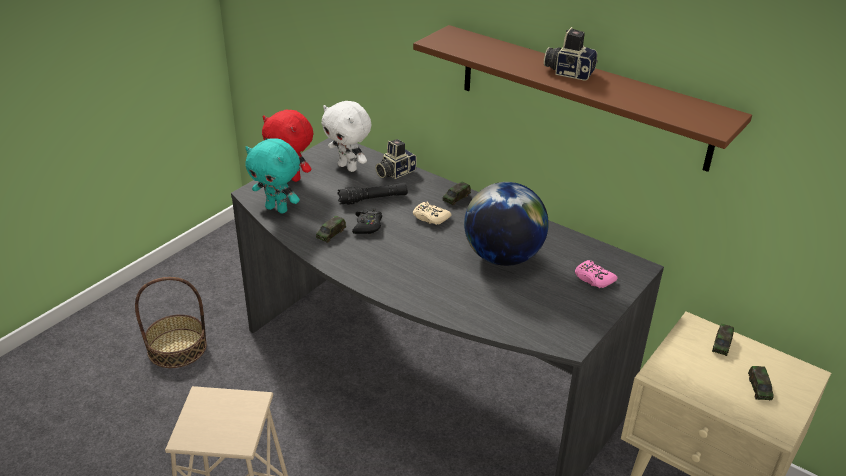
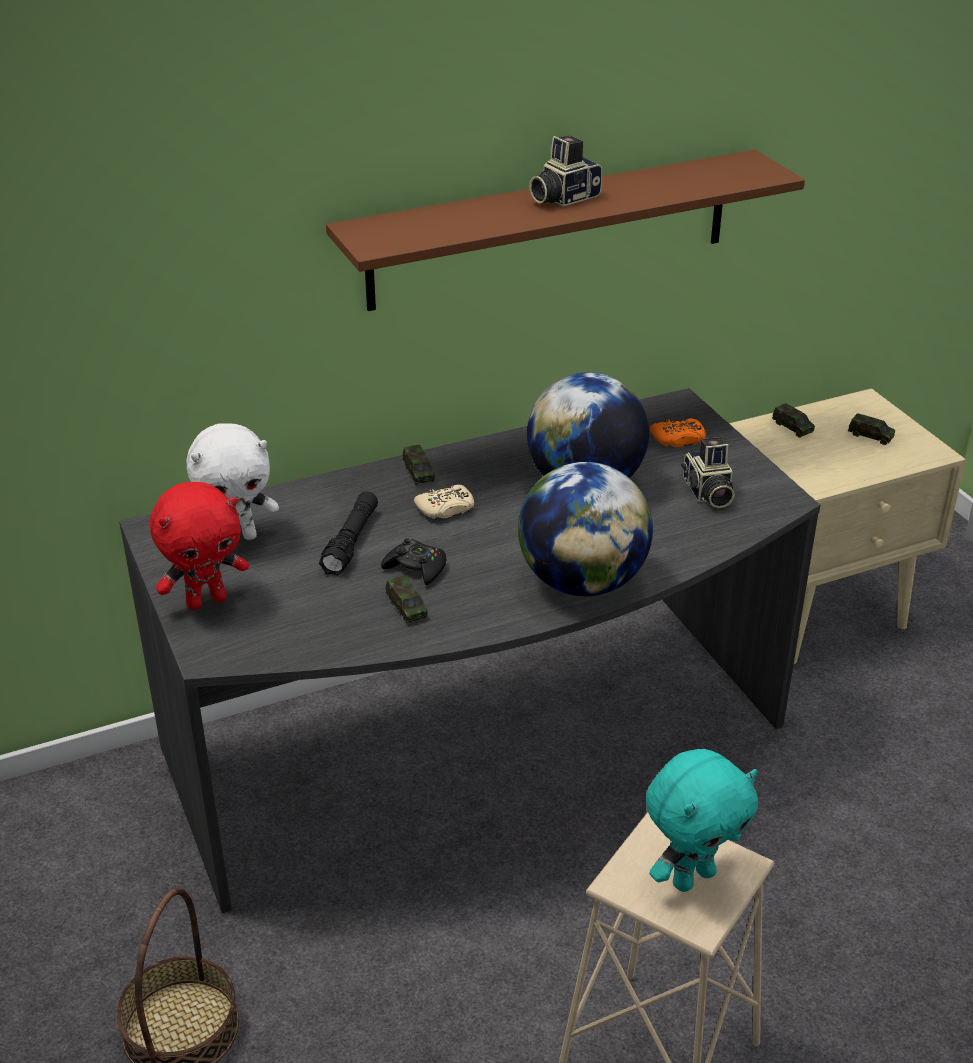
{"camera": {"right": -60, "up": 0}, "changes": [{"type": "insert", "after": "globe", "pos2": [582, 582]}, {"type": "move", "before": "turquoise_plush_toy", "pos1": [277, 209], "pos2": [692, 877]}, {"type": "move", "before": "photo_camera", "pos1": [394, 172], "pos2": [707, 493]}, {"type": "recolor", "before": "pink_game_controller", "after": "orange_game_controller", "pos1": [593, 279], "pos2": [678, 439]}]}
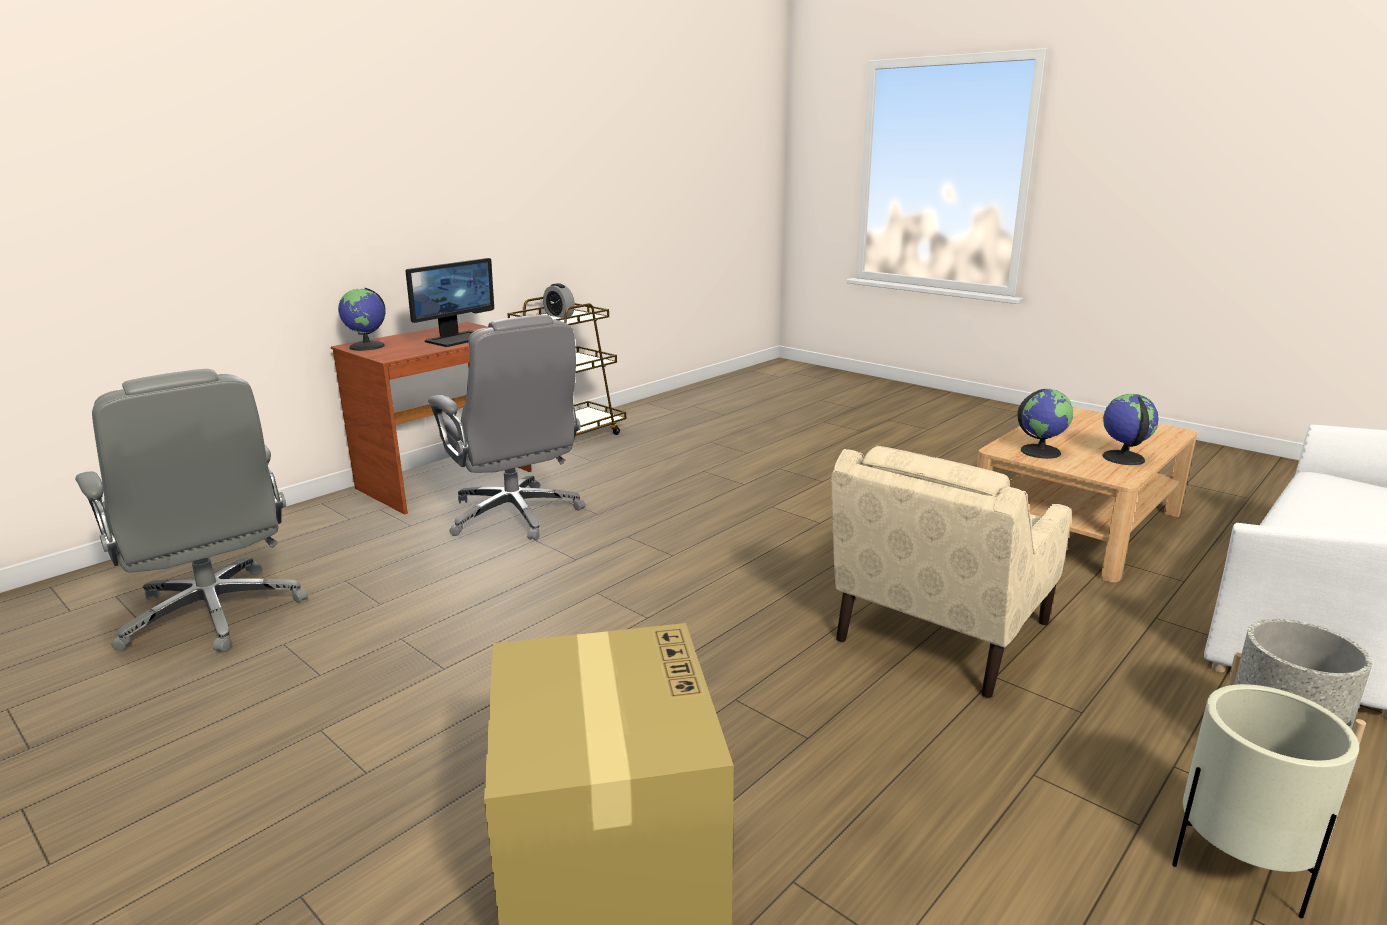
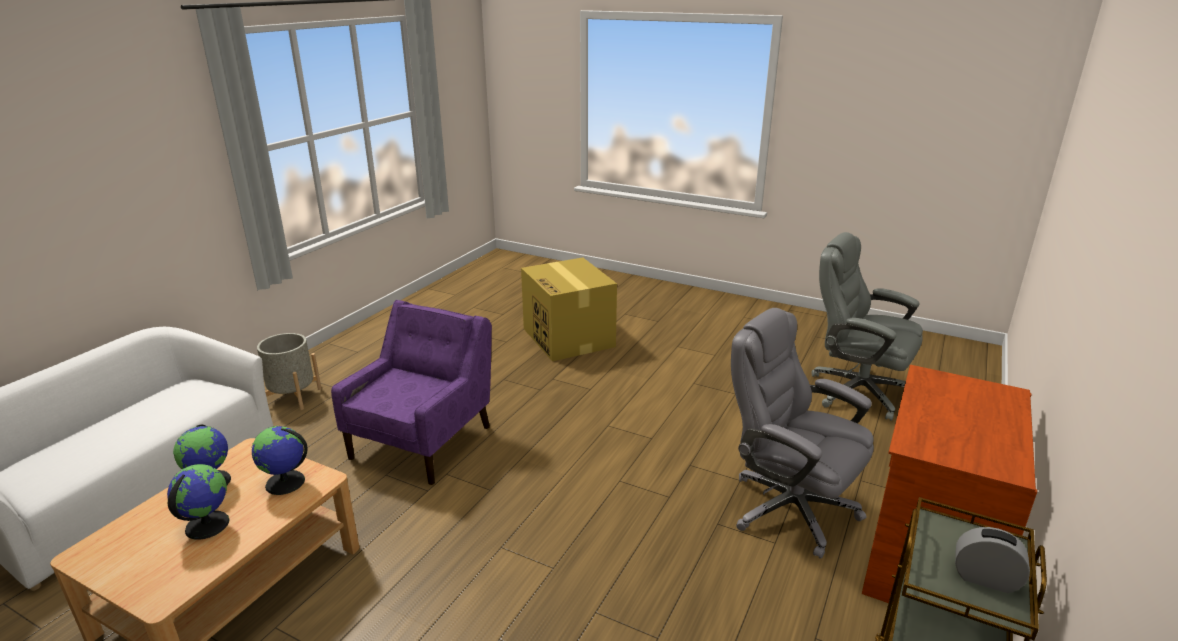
{"camera": {"right": 165, "up": 5}, "changes": [{"type": "delete", "before": "monitor", "pos1": [458, 339]}, {"type": "delete", "before": "beige_planter", "pos1": [1239, 870]}, {"type": "move", "before": "globe", "pos1": [367, 346], "pos2": [206, 525]}, {"type": "recolor", "before": "beige_armchair", "after": "purple_armchair", "pos1": [941, 632], "pos2": [423, 441]}]}
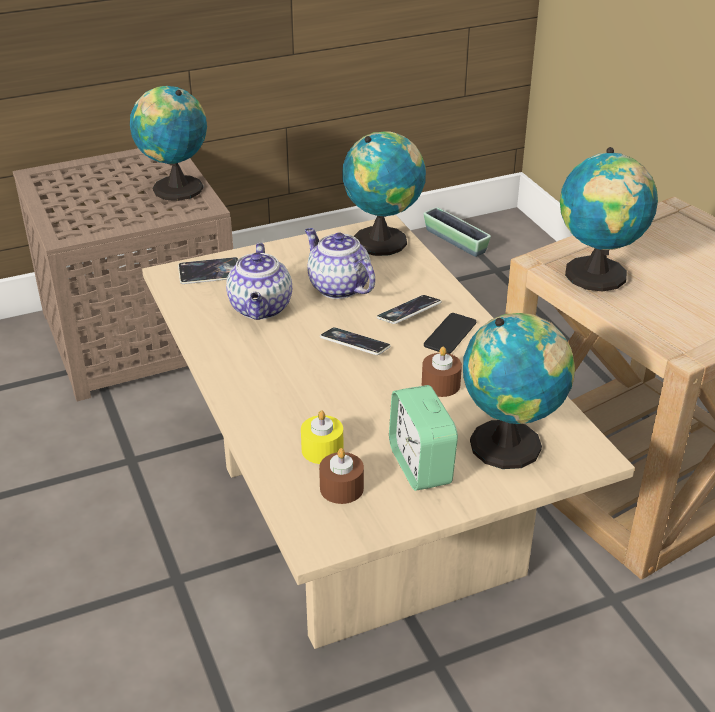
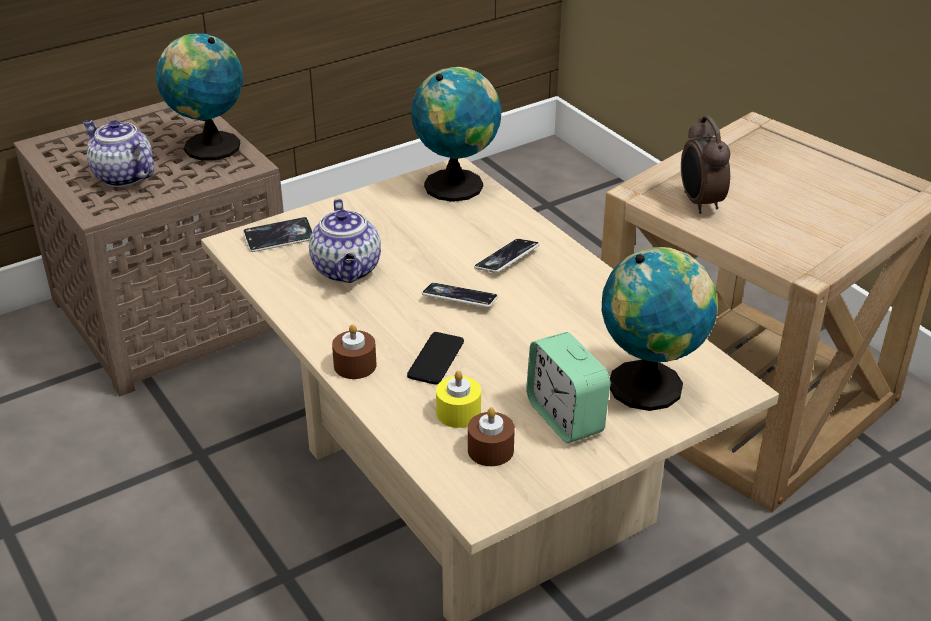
{"camera": {"right": -10, "up": 0}, "changes": [{"type": "delete", "before": "planter", "pos1": [455, 241]}, {"type": "move", "before": "teapot", "pos1": [337, 287], "pos2": [122, 176]}, {"type": "move", "before": "brown_candle", "pos1": [440, 384], "pos2": [355, 365]}, {"type": "move", "before": "phone", "pos1": [450, 334], "pos2": [436, 359]}, {"type": "replace", "before": "globe", "after": "alarm_clock", "pos1": [597, 277], "pos2": [699, 203]}]}
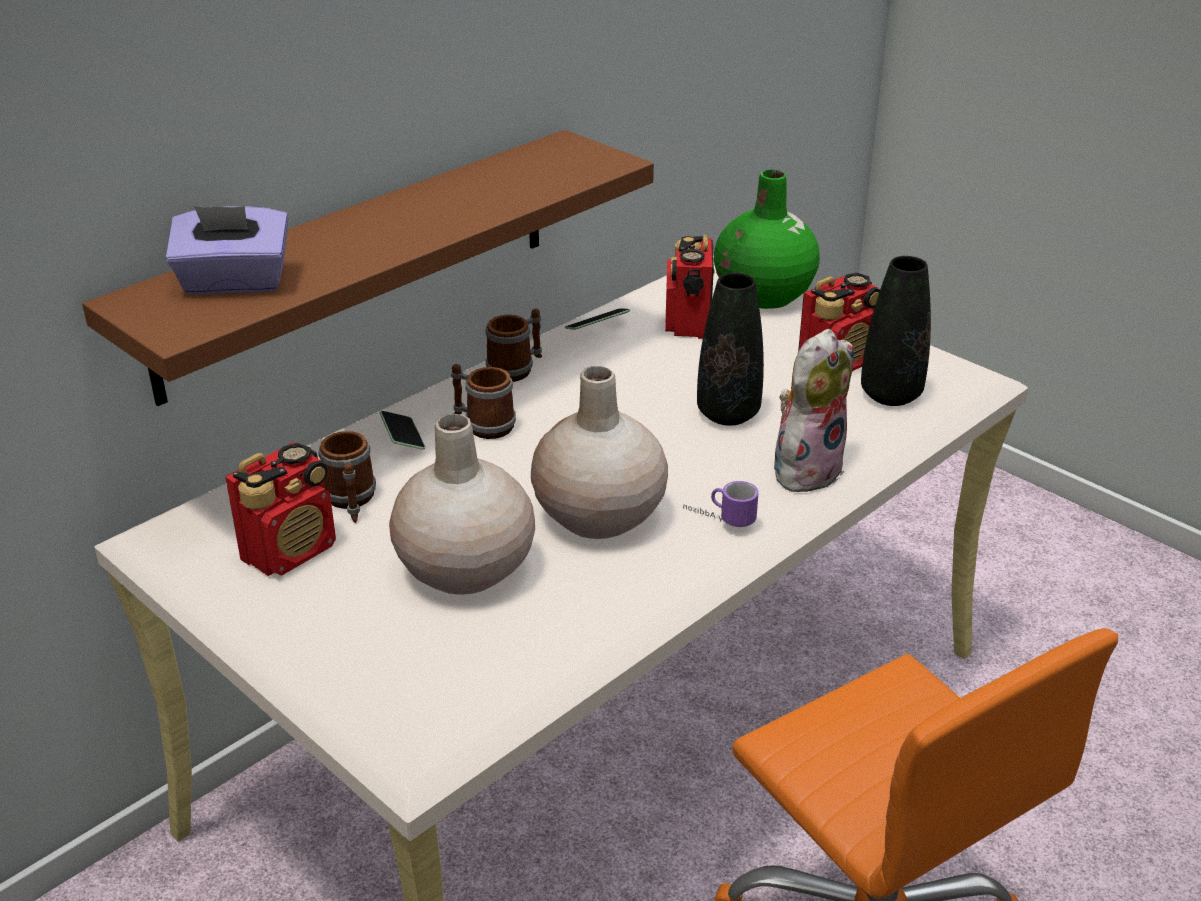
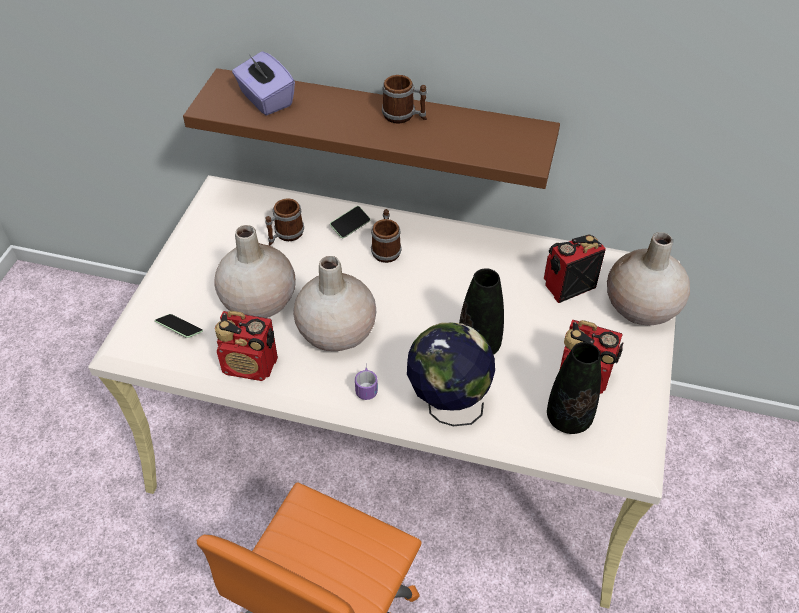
{"camera": {"right": 60, "up": 15}, "changes": [{"type": "move", "before": "radio", "pos1": [291, 551], "pos2": [251, 366]}, {"type": "move", "before": "mug", "pos1": [516, 368], "pos2": [404, 116]}, {"type": "move", "before": "phone", "pos1": [597, 327], "pos2": [180, 330]}, {"type": "replace", "before": "plush_toy", "after": "globe", "pos1": [806, 469], "pos2": [447, 405]}, {"type": "recolor", "before": "green_vase", "after": "beige_vase", "pos1": [764, 295], "pos2": [641, 307]}]}
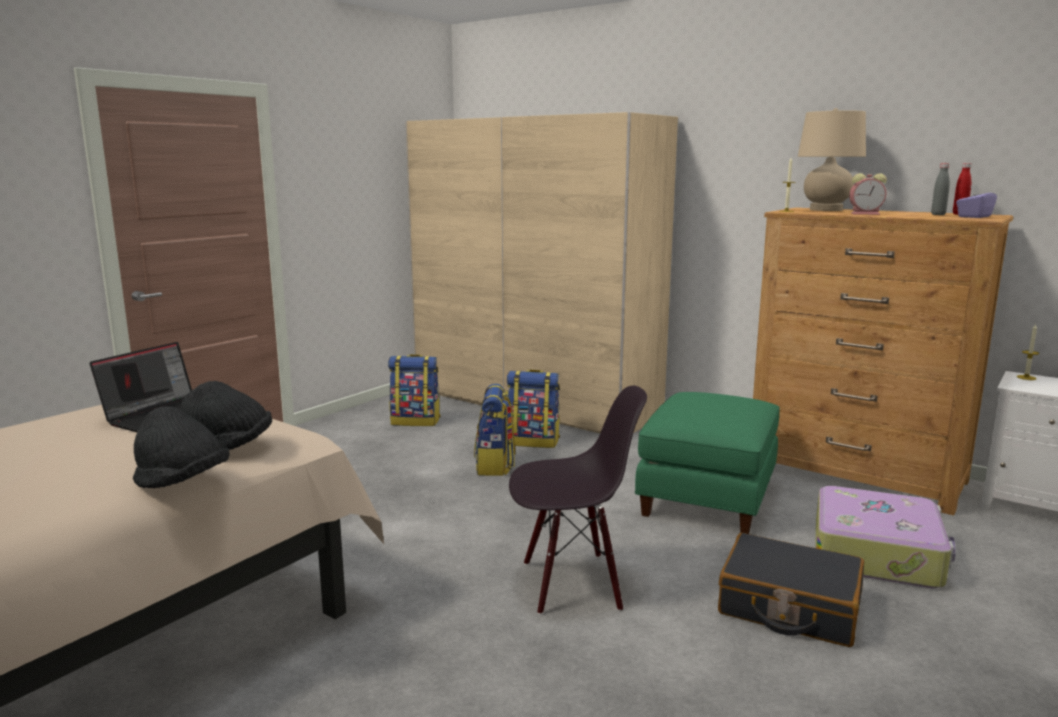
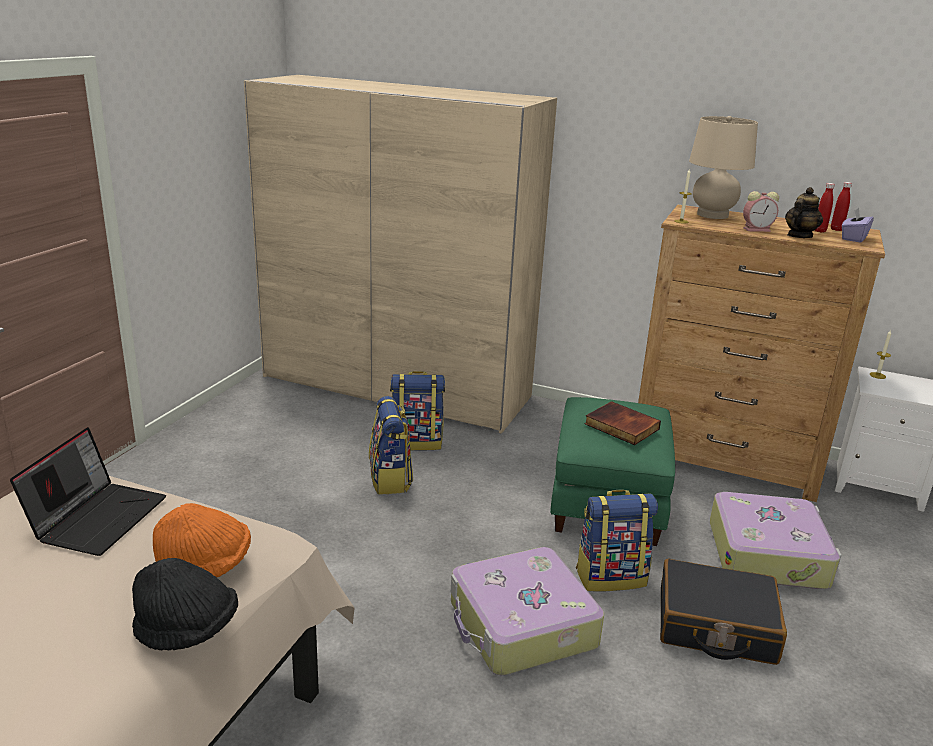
{"camera": {"right": -15, "up": 10}, "changes": [{"type": "insert", "after": "book", "pos2": [620, 427]}, {"type": "insert", "after": "teapot", "pos2": [799, 236]}, {"type": "move", "before": "backpack", "pos1": [416, 421], "pos2": [611, 576]}, {"type": "replace", "before": "black_chair", "after": "suitcase", "pos1": [572, 584], "pos2": [521, 626]}, {"type": "recolor", "before": "black_hat", "after": "orange_hat", "pos1": [229, 448], "pos2": [204, 568]}, {"type": "recolor", "before": "grey_bottle", "after": "red_bottle", "pos1": [938, 214], "pos2": [819, 231]}]}
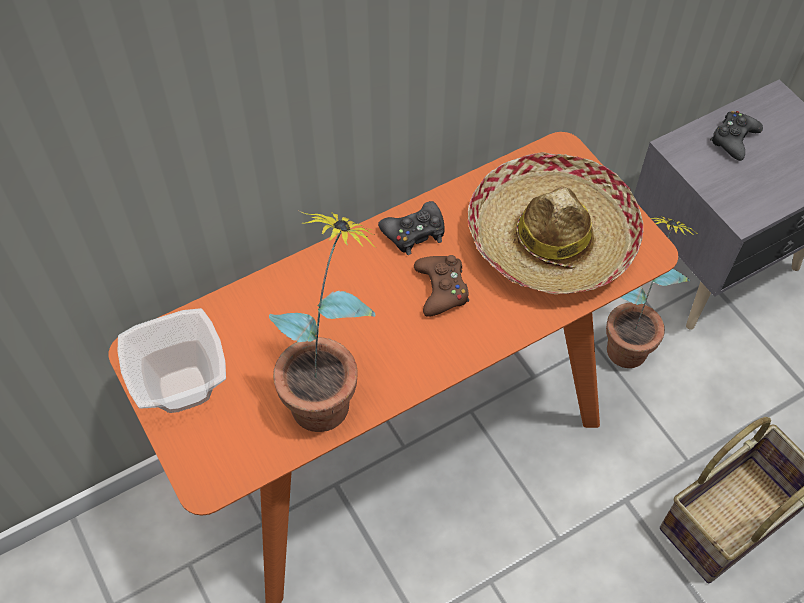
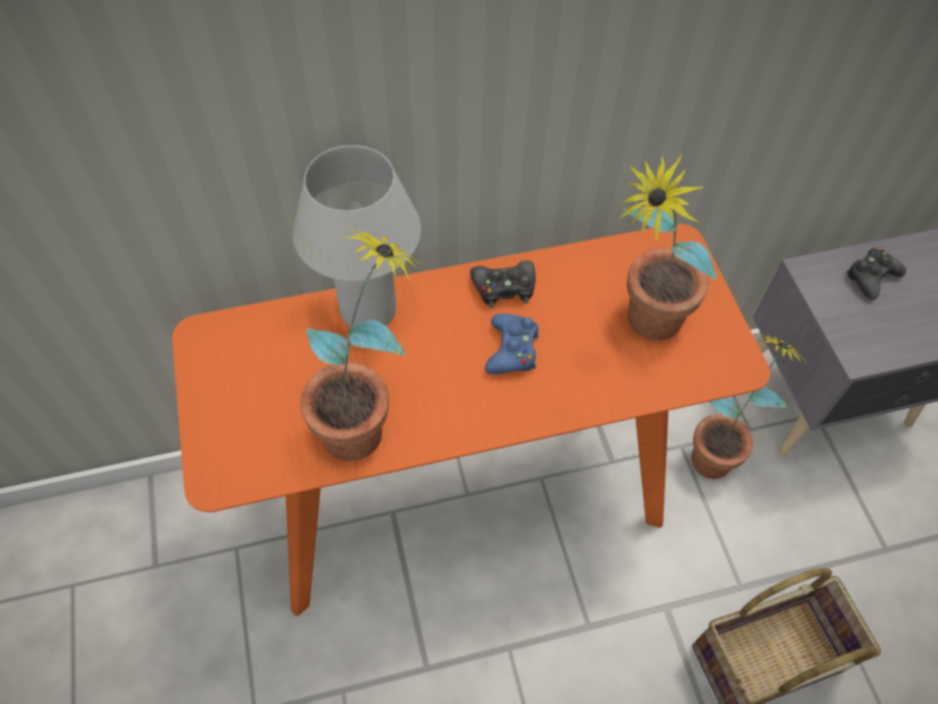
{"camera": {"right": 15, "up": 0}, "changes": [{"type": "delete", "before": "bowl", "pos1": [181, 388]}, {"type": "insert", "after": "white_table_lamp", "pos2": [368, 310]}, {"type": "replace", "before": "hat", "after": "potted_plant", "pos1": [551, 237], "pos2": [641, 326]}, {"type": "recolor", "before": "brown_game_controller", "after": "blue_game_controller", "pos1": [441, 289], "pos2": [512, 350]}]}
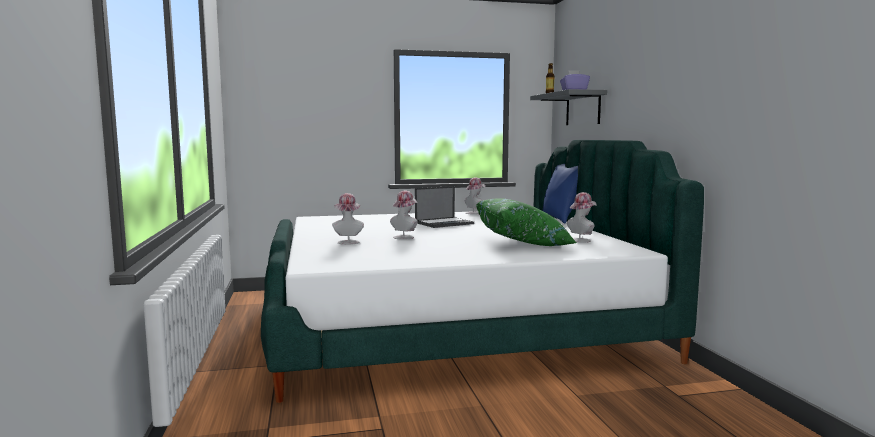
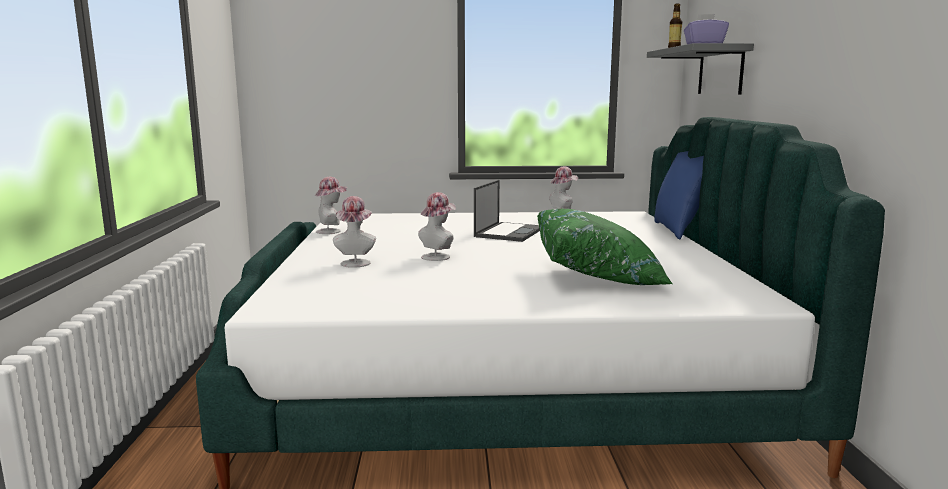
{"camera": {"right": 10, "up": 5}, "changes": [{"type": "move", "before": "hat", "pos1": [581, 240], "pos2": [331, 231]}, {"type": "rotate", "before": "laptop", "pos1": [444, 223], "pos2": [509, 232], "turn": -45}]}
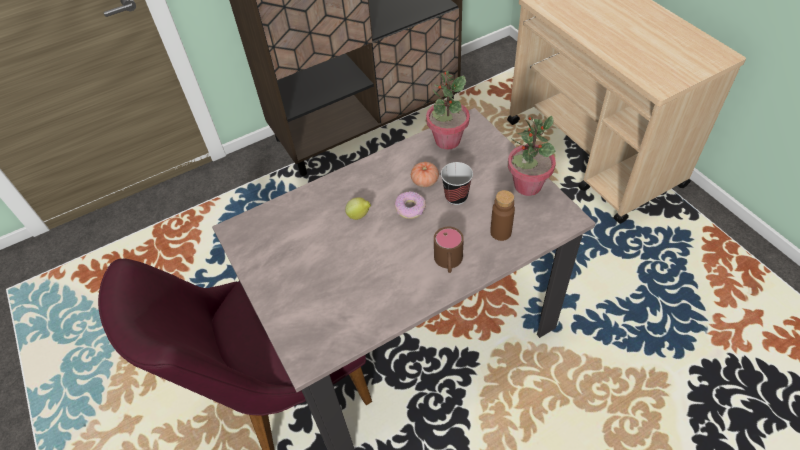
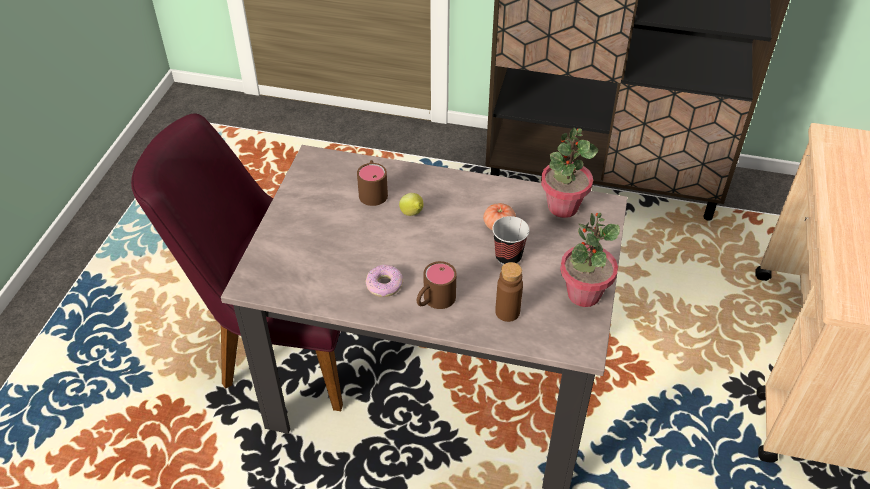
{"camera": {"right": 40, "up": -5}, "changes": [{"type": "insert", "after": "brown_mug", "pos2": [373, 191]}, {"type": "move", "before": "donut", "pos1": [410, 208], "pos2": [384, 285]}]}
